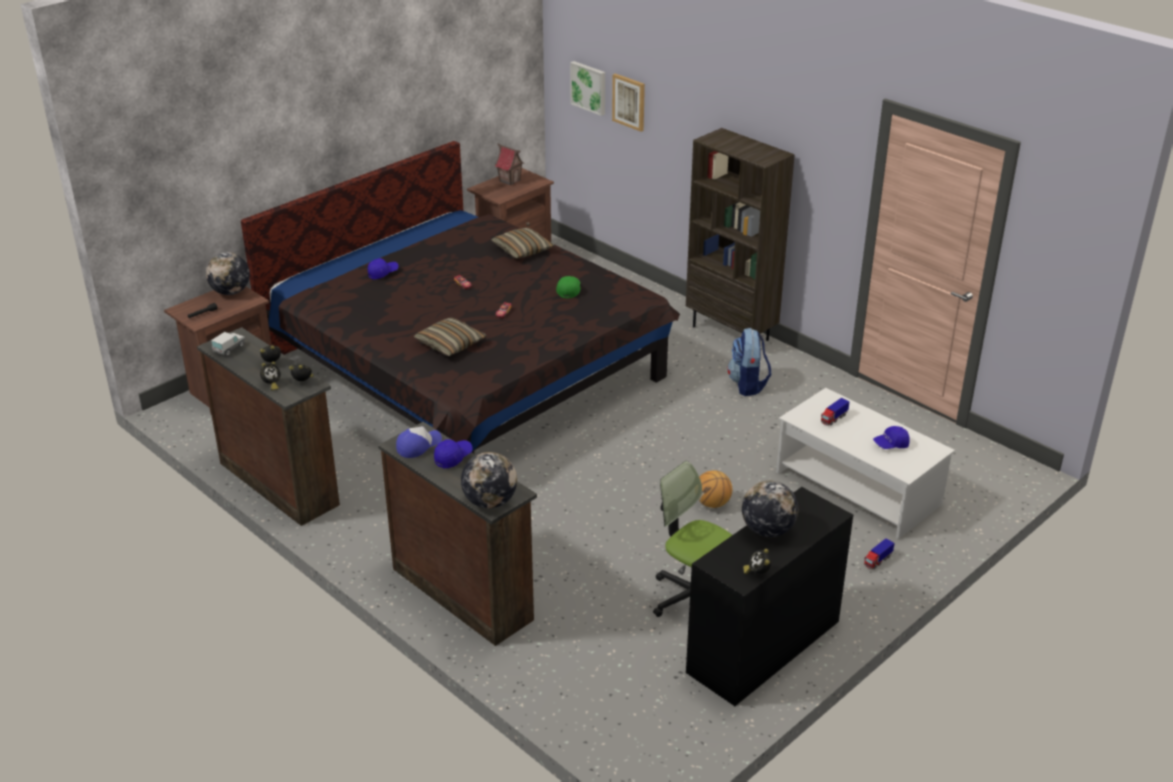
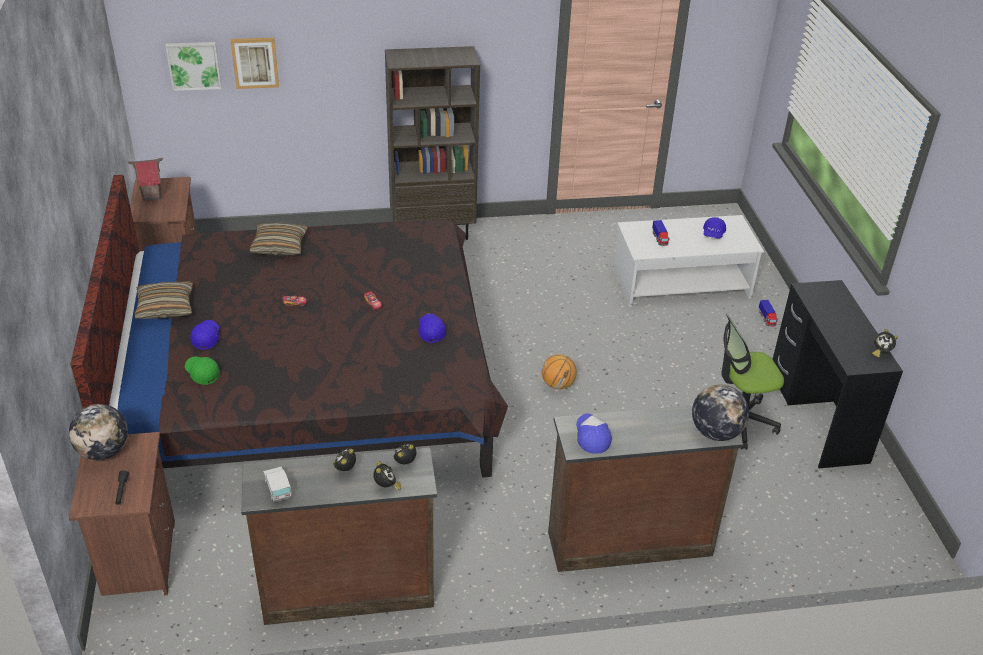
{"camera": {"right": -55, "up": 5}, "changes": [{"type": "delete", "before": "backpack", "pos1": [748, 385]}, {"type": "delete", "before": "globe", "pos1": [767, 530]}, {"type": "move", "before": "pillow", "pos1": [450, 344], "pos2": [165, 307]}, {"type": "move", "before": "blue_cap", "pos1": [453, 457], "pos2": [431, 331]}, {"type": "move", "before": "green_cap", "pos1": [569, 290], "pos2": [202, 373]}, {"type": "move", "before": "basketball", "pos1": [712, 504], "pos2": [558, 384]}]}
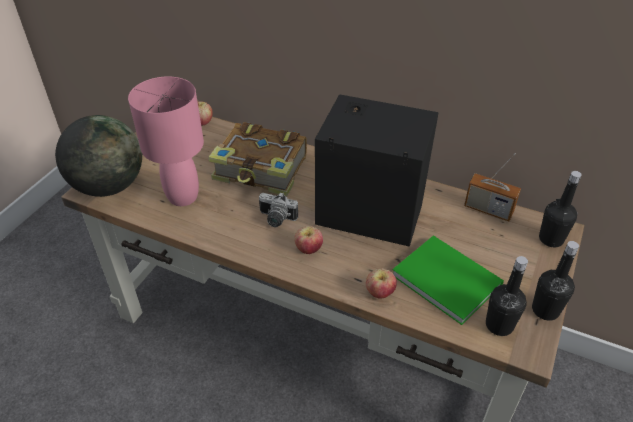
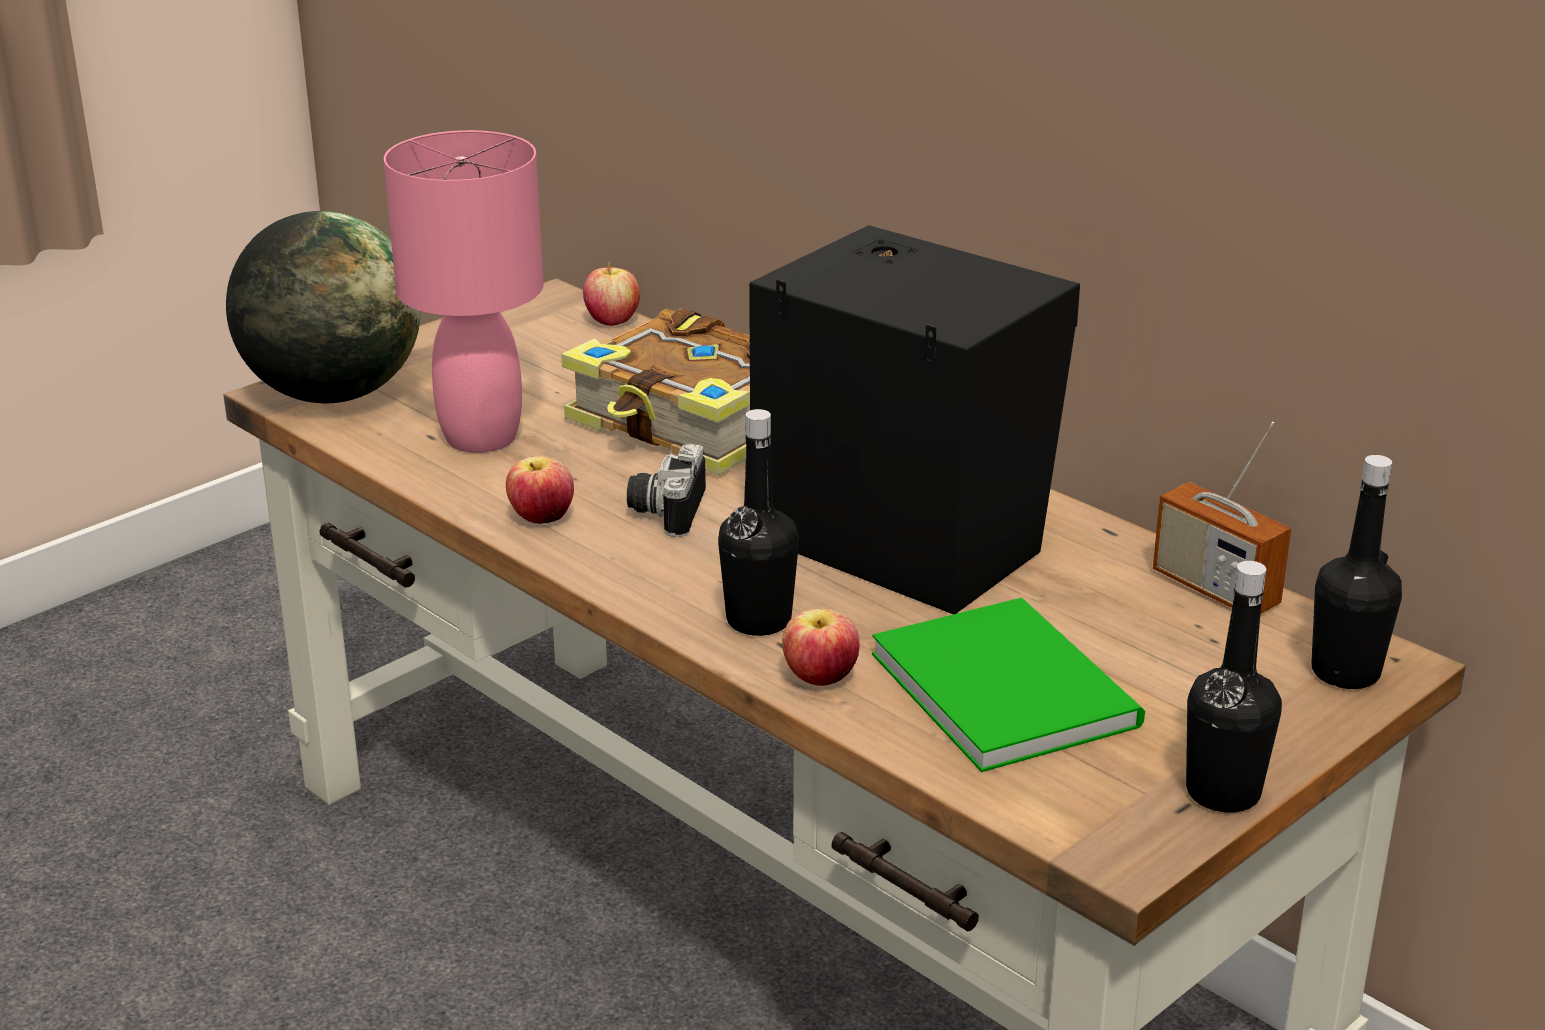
{"camera": {"right": 20, "up": -15}, "changes": [{"type": "move", "before": "apple", "pos1": [308, 249], "pos2": [541, 518]}, {"type": "move", "before": "black_bottle", "pos1": [499, 325], "pos2": [758, 620]}, {"type": "rotate", "before": "photo_camera", "pos1": [276, 219], "pos2": [665, 511], "turn": 60}]}
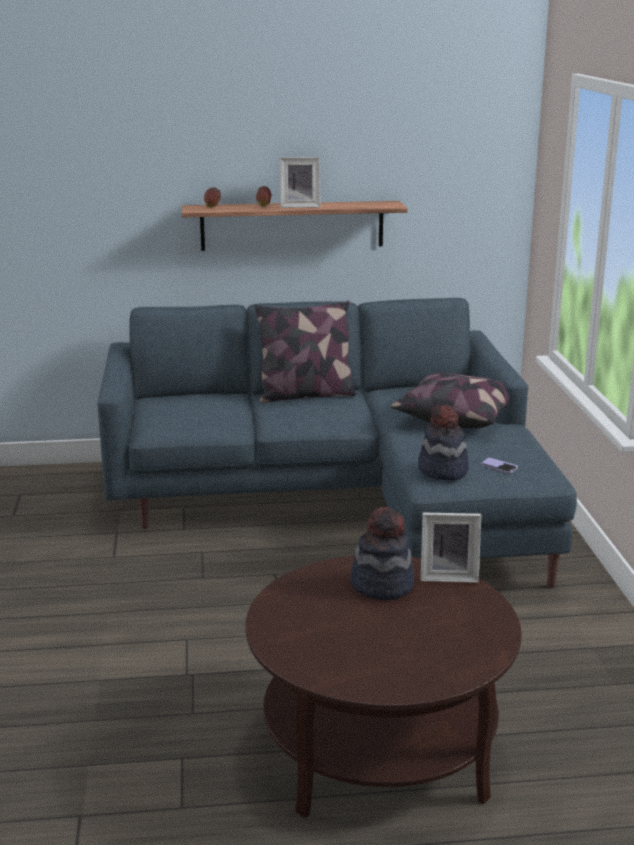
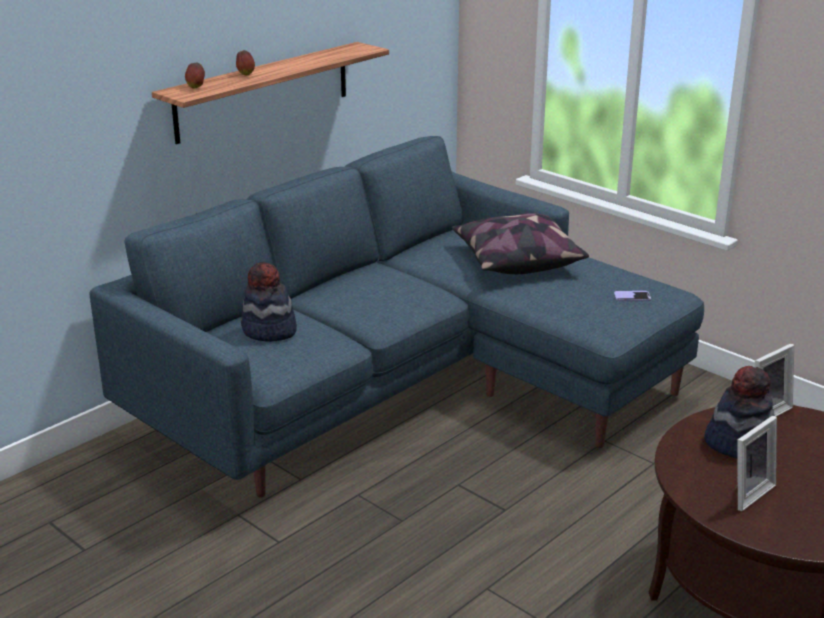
{"camera": {"right": -40, "up": 5}, "changes": [{"type": "delete", "before": "pillow", "pos1": [305, 395]}, {"type": "move", "before": "picture_frame", "pos1": [300, 206], "pos2": [746, 492]}, {"type": "move", "before": "hat", "pos1": [442, 470], "pos2": [269, 331]}]}
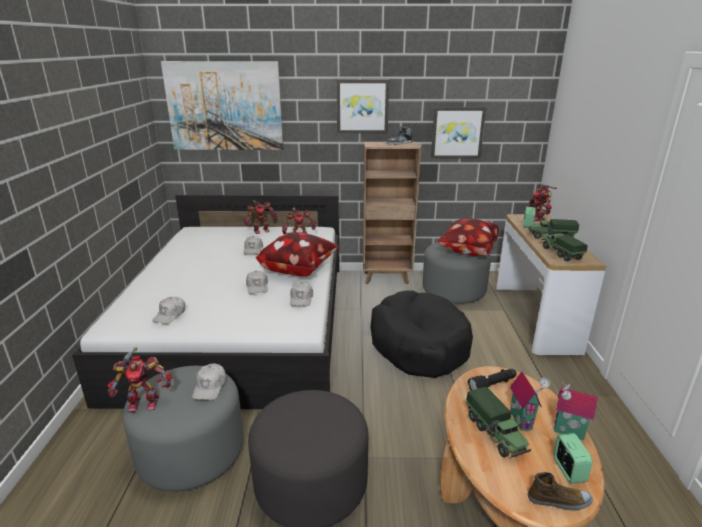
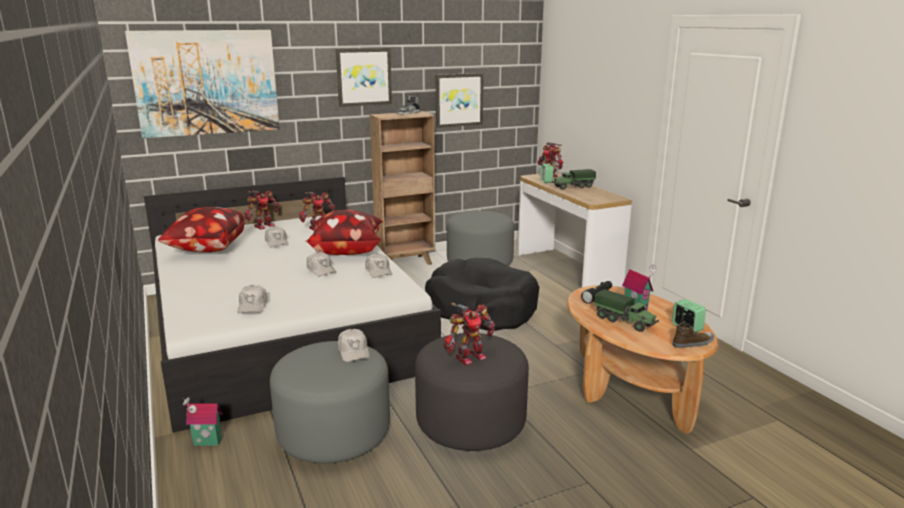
{"camera": {"right": -25, "up": -5}, "changes": [{"type": "delete", "before": "toy_truck", "pos1": [561, 253]}, {"type": "move", "before": "toy_robot", "pos1": [144, 402], "pos2": [469, 357]}, {"type": "move", "before": "pillow", "pos1": [467, 251], "pos2": [206, 249]}, {"type": "move", "before": "toy_house", "pos1": [568, 433], "pos2": [206, 443]}]}
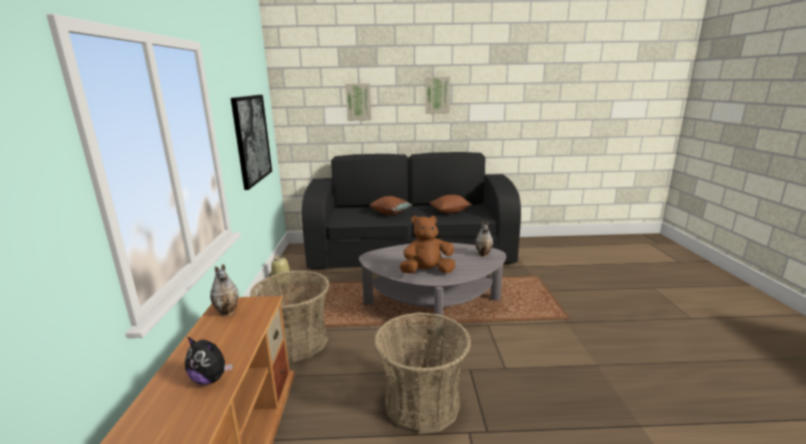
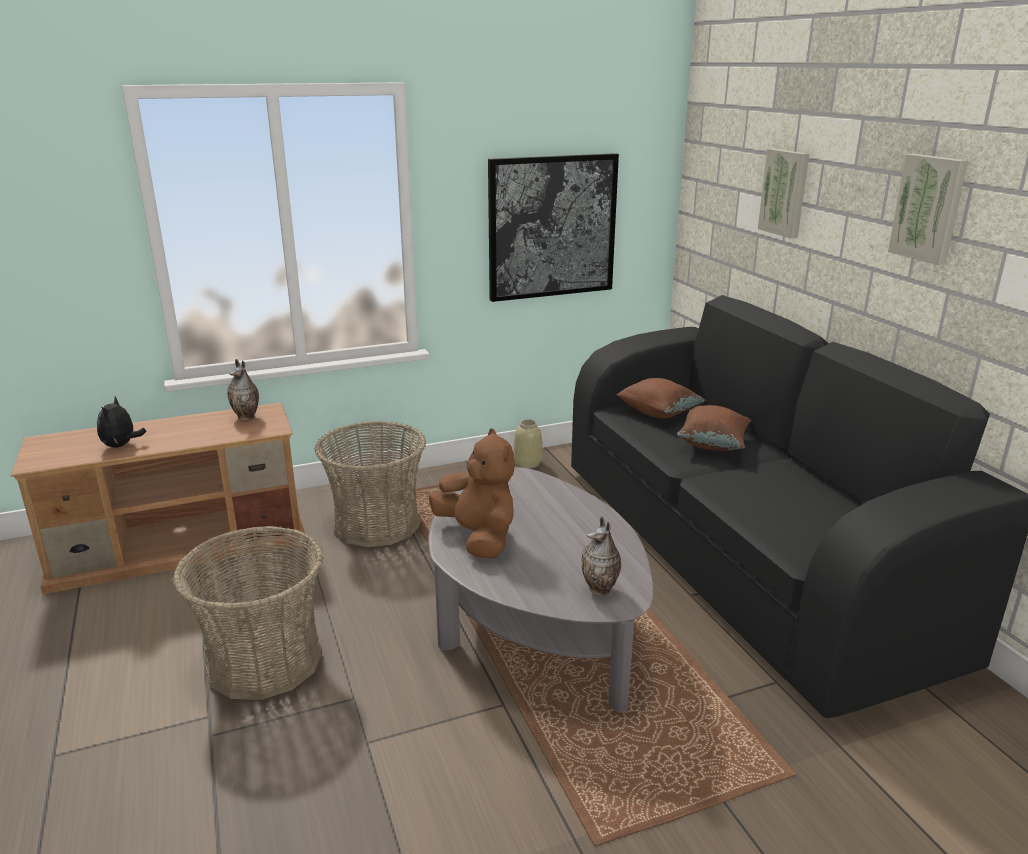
{"camera": {"right": 70, "up": 5}, "changes": [{"type": "move", "before": "brown_pillow", "pos1": [450, 212], "pos2": [658, 413]}]}
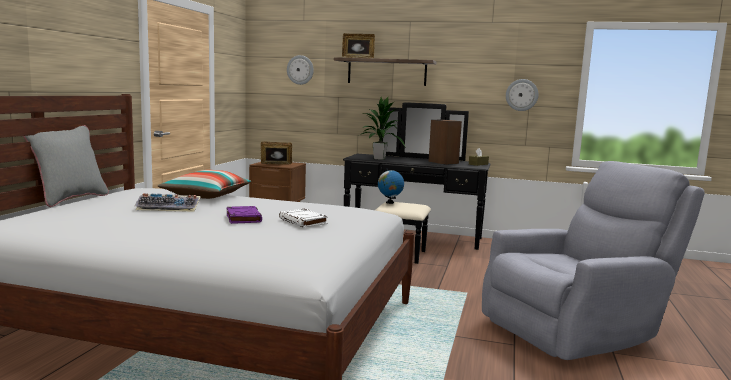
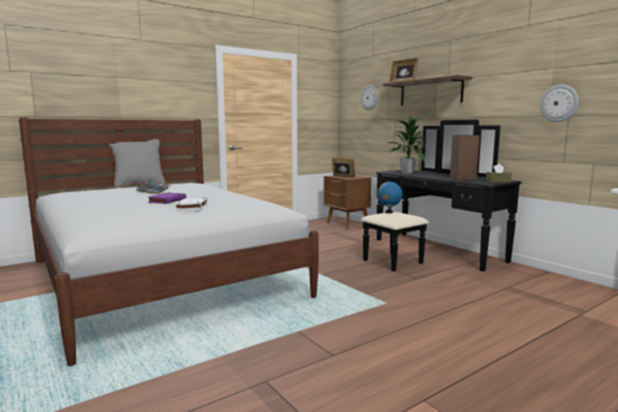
{"camera": {"right": 40, "up": 0}, "changes": [{"type": "delete", "before": "pillow", "pos1": [206, 196]}, {"type": "delete", "before": "grey_armchair", "pos1": [577, 329]}]}
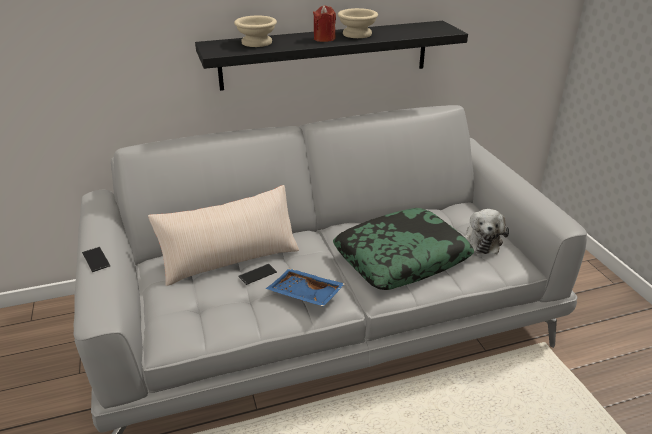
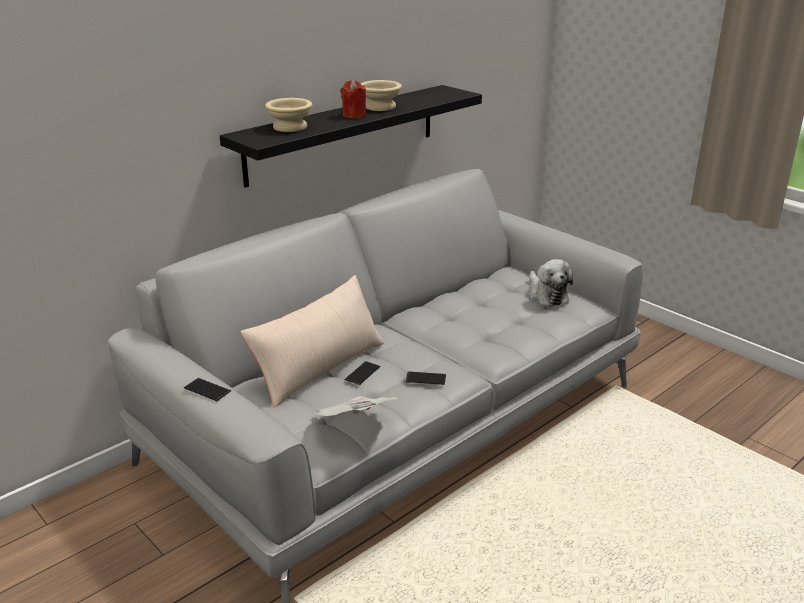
{"camera": {"right": -25, "up": -5}, "changes": [{"type": "delete", "before": "pillow", "pos1": [401, 258]}, {"type": "insert", "after": "newspaper", "pos2": [355, 424]}, {"type": "replace", "before": "blue_tray", "after": "phone", "pos1": [304, 295], "pos2": [425, 378]}]}
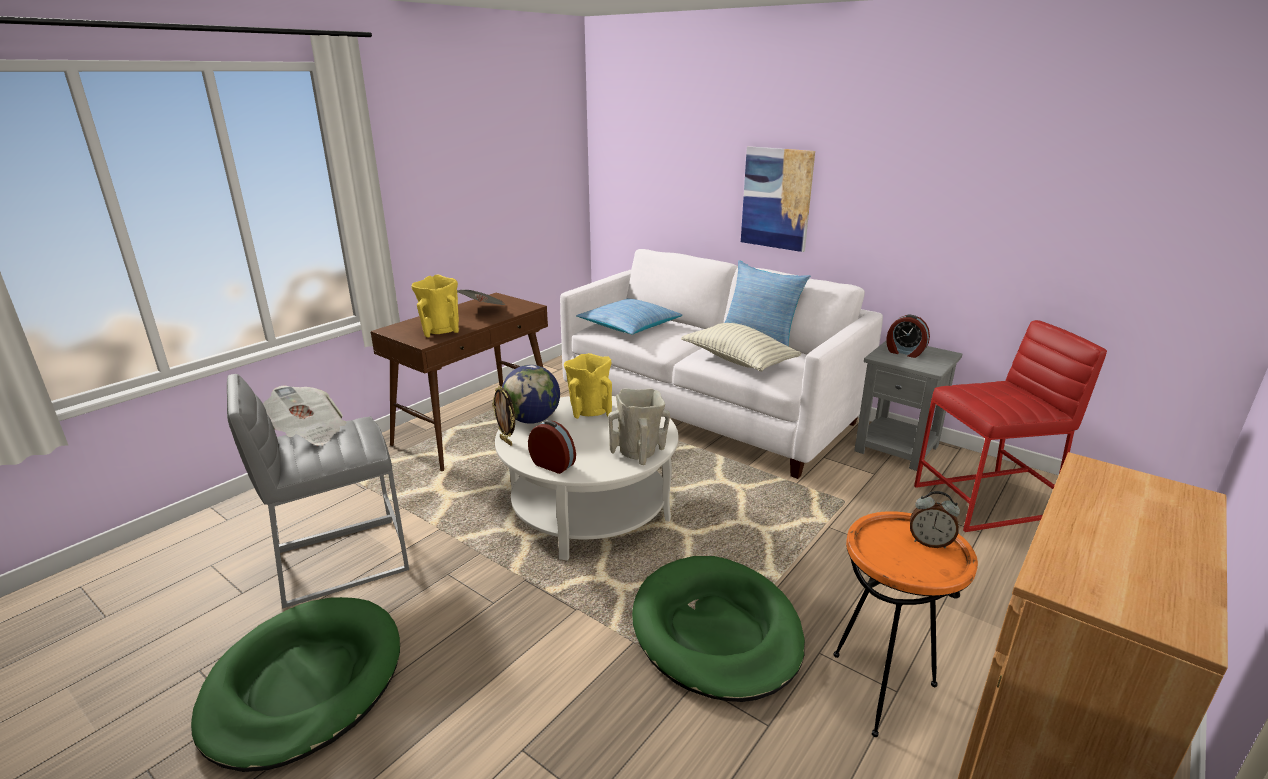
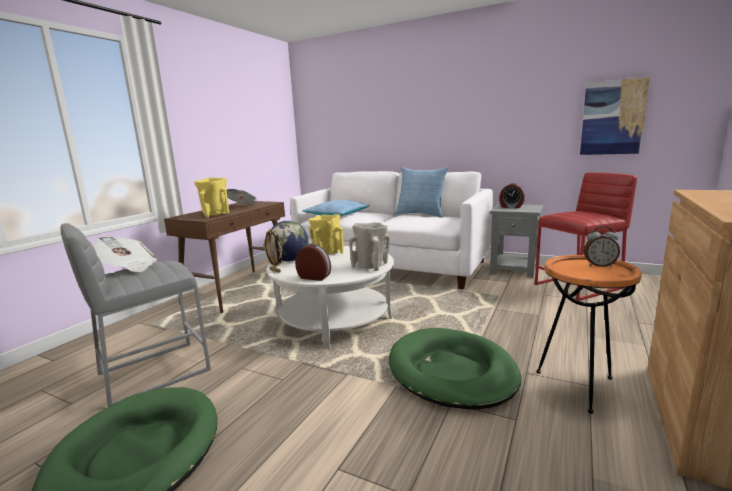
{"camera": {"right": -10, "up": -10}, "changes": [{"type": "delete", "before": "pillow", "pos1": [738, 361]}, {"type": "move", "before": "picture", "pos1": [776, 198], "pos2": [612, 117]}]}
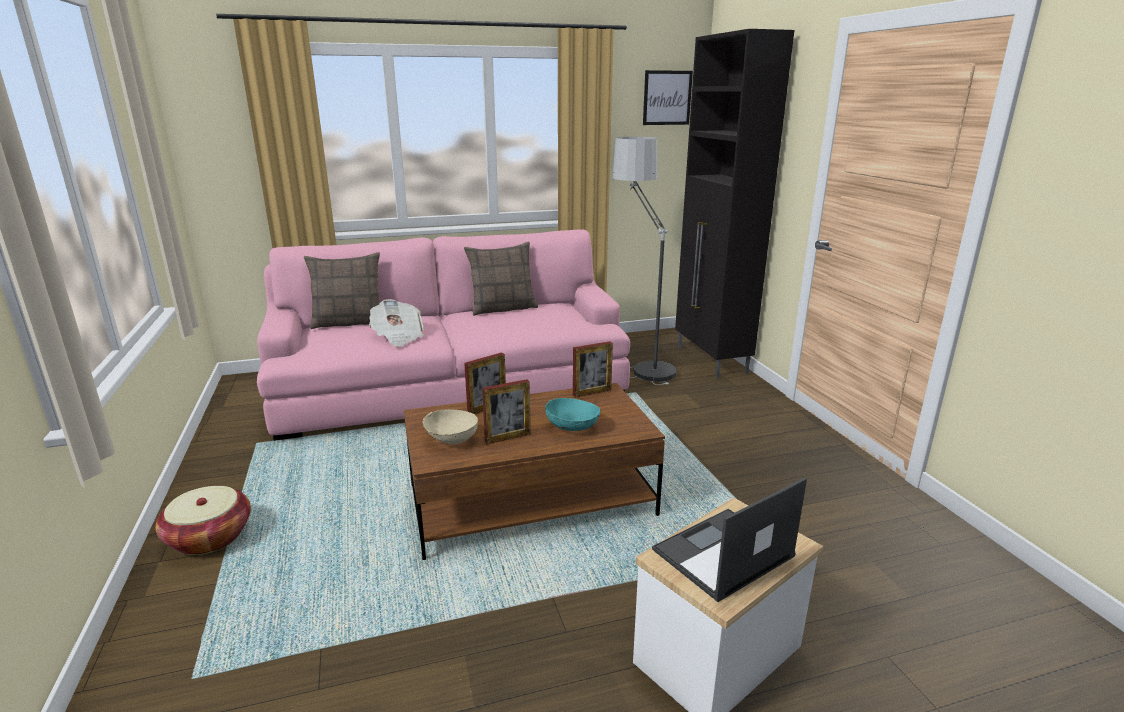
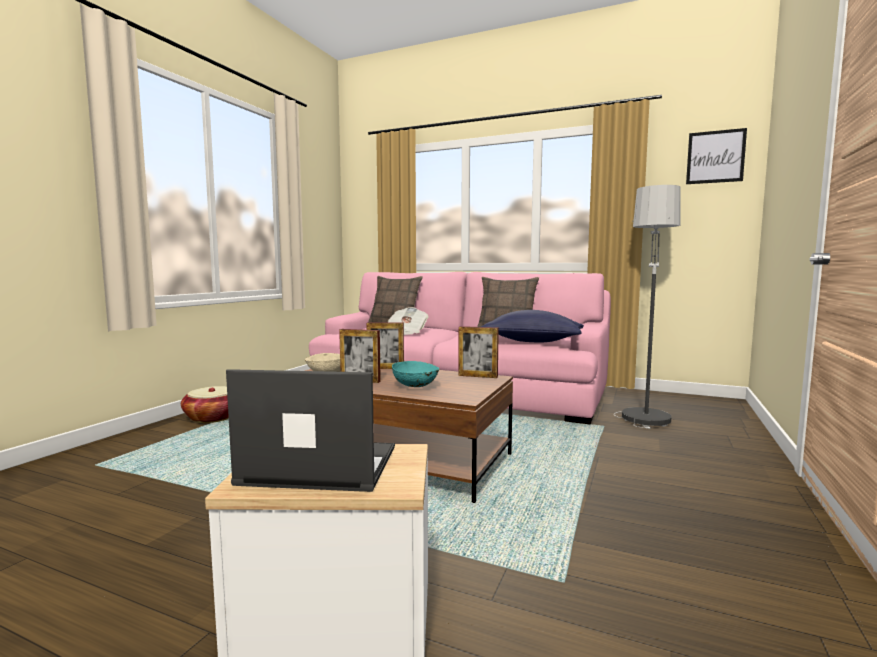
{"camera": {"right": 40, "up": -15}, "changes": [{"type": "delete", "before": "black_cabinet", "pos1": [711, 360]}, {"type": "insert", "after": "blue_pillow", "pos2": [532, 341]}]}
